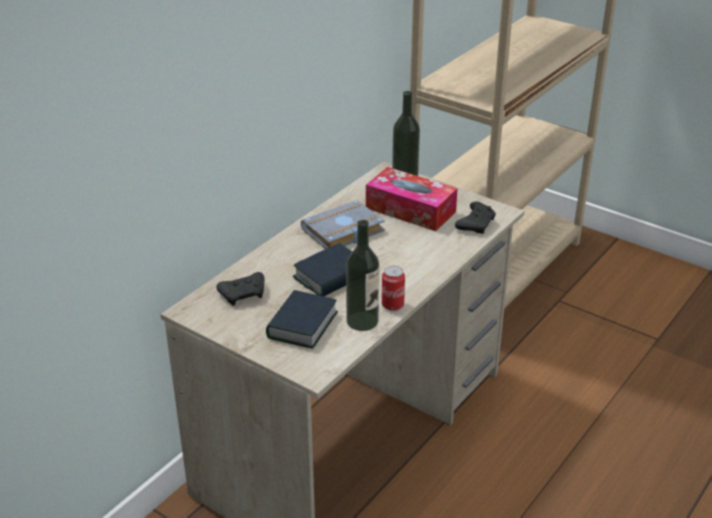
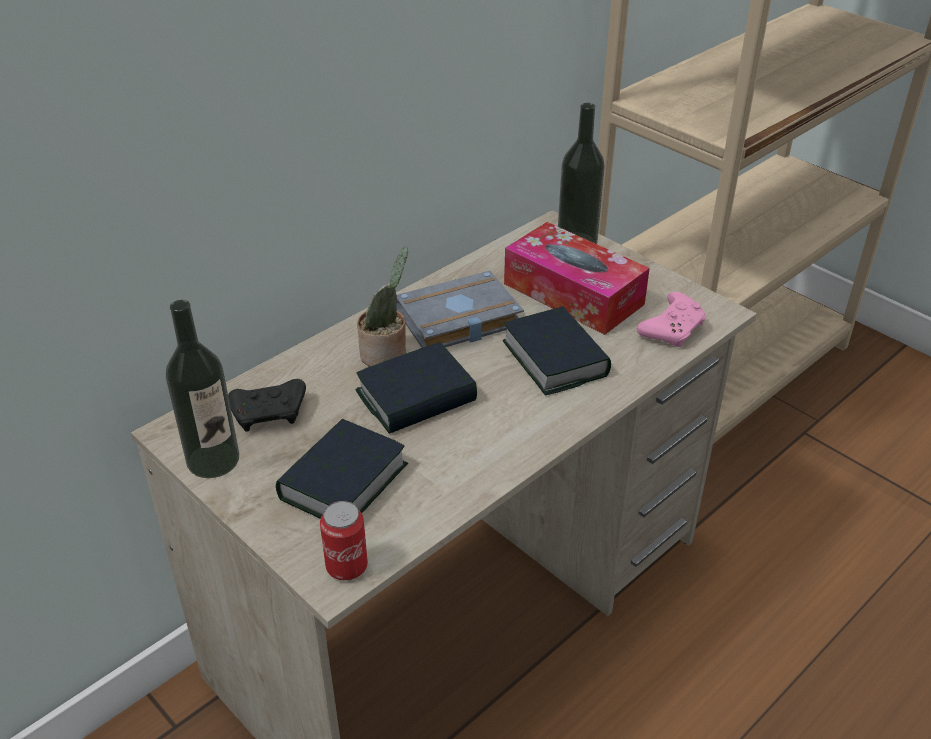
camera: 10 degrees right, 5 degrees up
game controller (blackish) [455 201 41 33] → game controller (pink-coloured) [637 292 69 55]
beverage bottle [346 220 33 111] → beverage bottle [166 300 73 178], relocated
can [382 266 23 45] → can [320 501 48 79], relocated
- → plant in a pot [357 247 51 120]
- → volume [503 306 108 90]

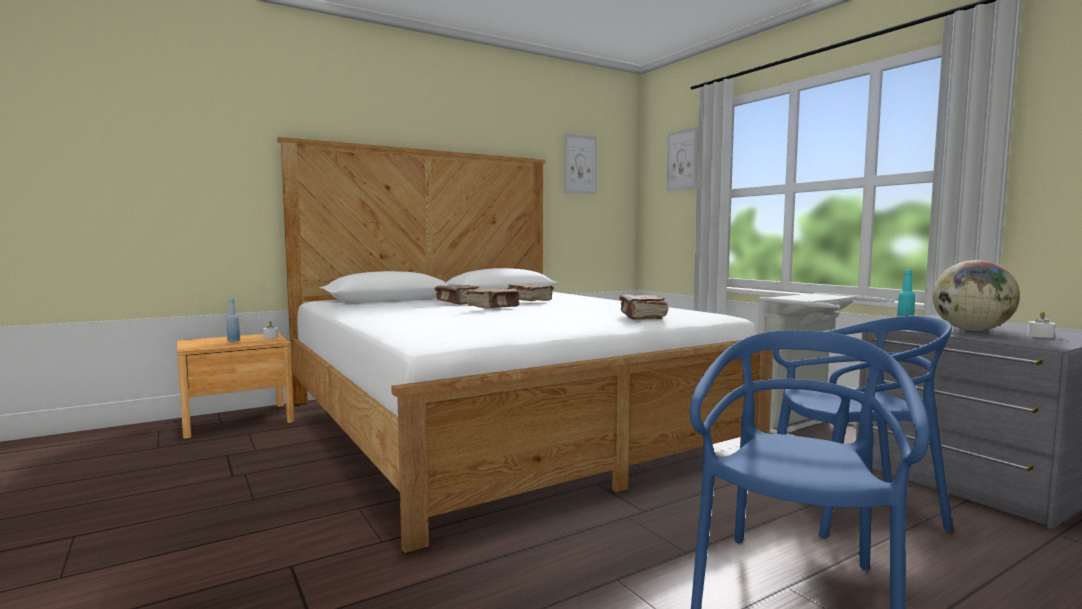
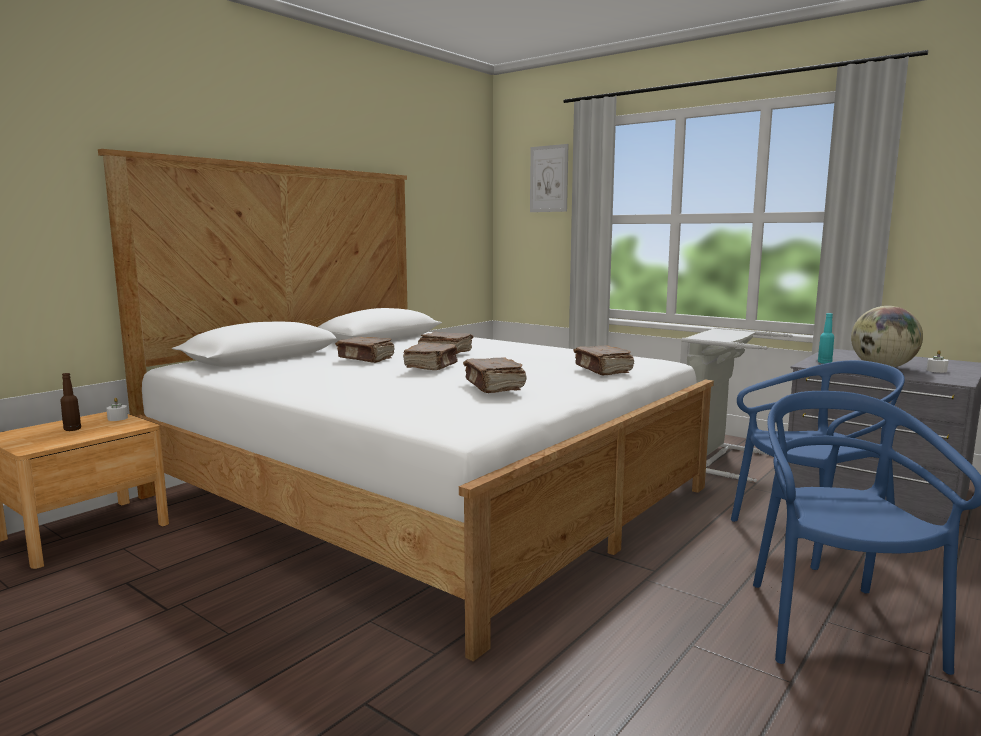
camera: 20 degrees left, 5 degrees up
picture [564 133 33 62] → -
beverage bottle (blue) [226 298 14 44] → beverage bottle (brown-coloured) [60 373 21 58]
- → volume (brown-coloured) [463 357 64 36]

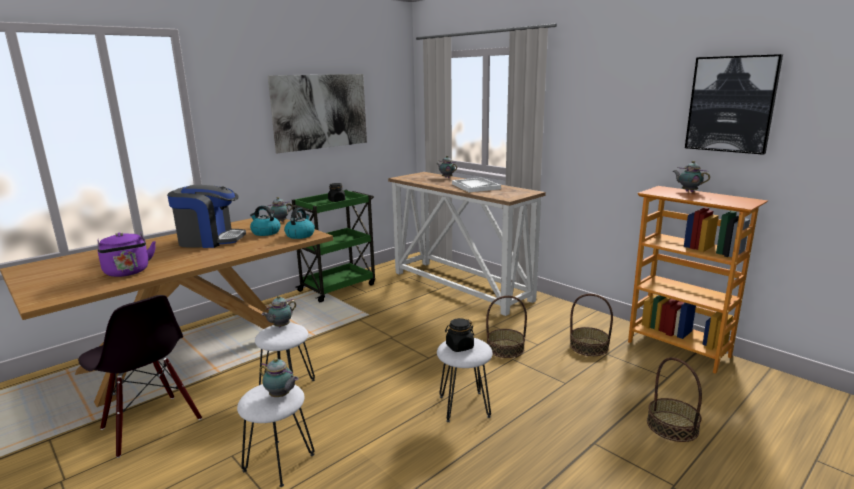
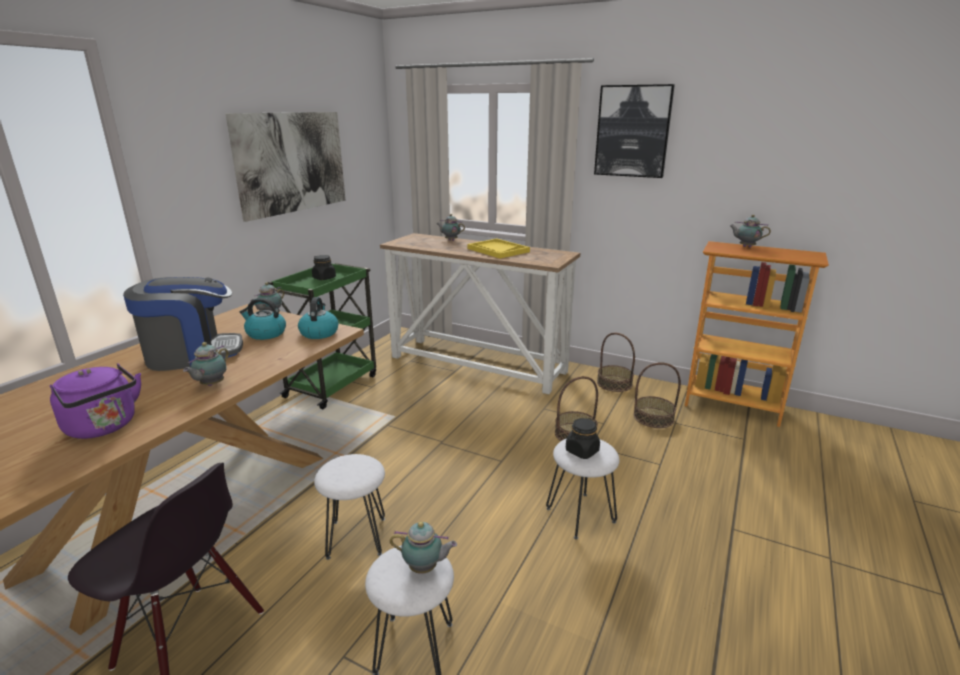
camera: 20 degrees left, 5 degrees up
picture [685 54 98 101] → picture [594 84 81 94], relocated
serving tray (whitish) [452 178 49 14] → serving tray (yellow-coloured) [467 239 63 20]
tea pot [261 296 35 31] → tea pot [183 342 46 44], relocated
storage basket [647 357 55 85] → storage basket [597 333 38 59], relocated

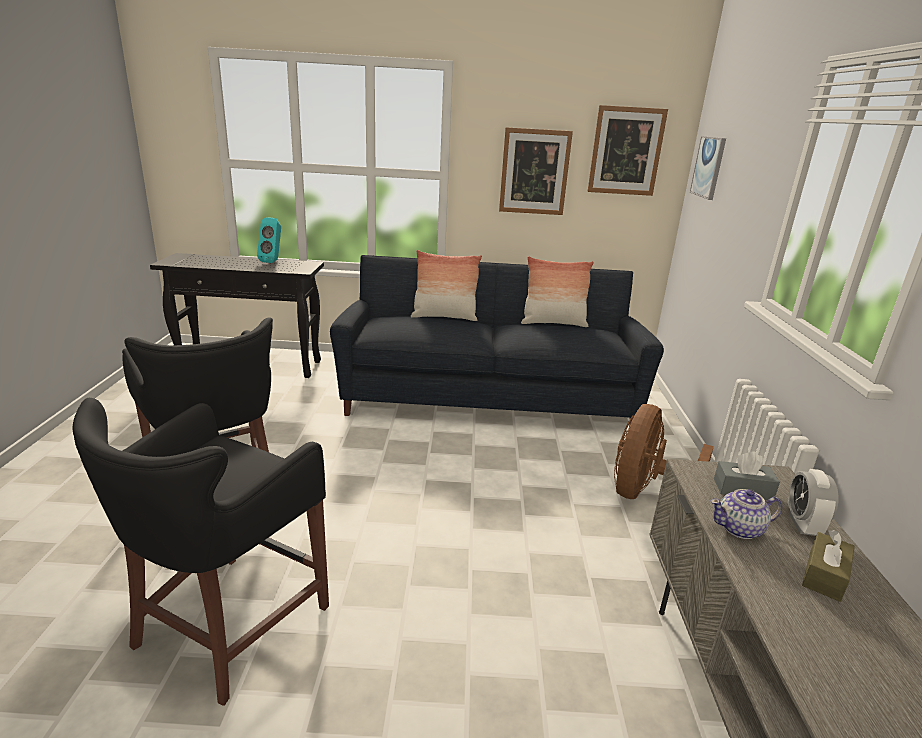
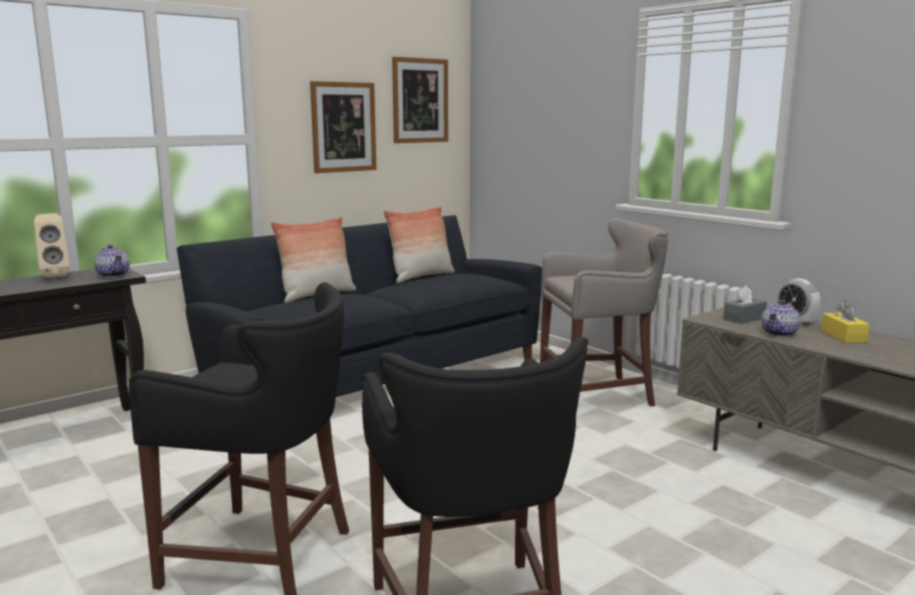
camera: 40 degrees left, 10 degrees down
picture [690 136 36 64] → -
audio speaker (blue-green) [257 218 24 45] → audio speaker (sand-coloured) [34 214 36 64]
fan (brown-coloured) [614 404 100 95] → sitting stool (grey) [540 218 128 188]
box of tissues (brown-coloured) [802 530 53 72] → box of tissues (yellow-coloured) [821 301 49 42]
- → tea pot [94 244 36 33]

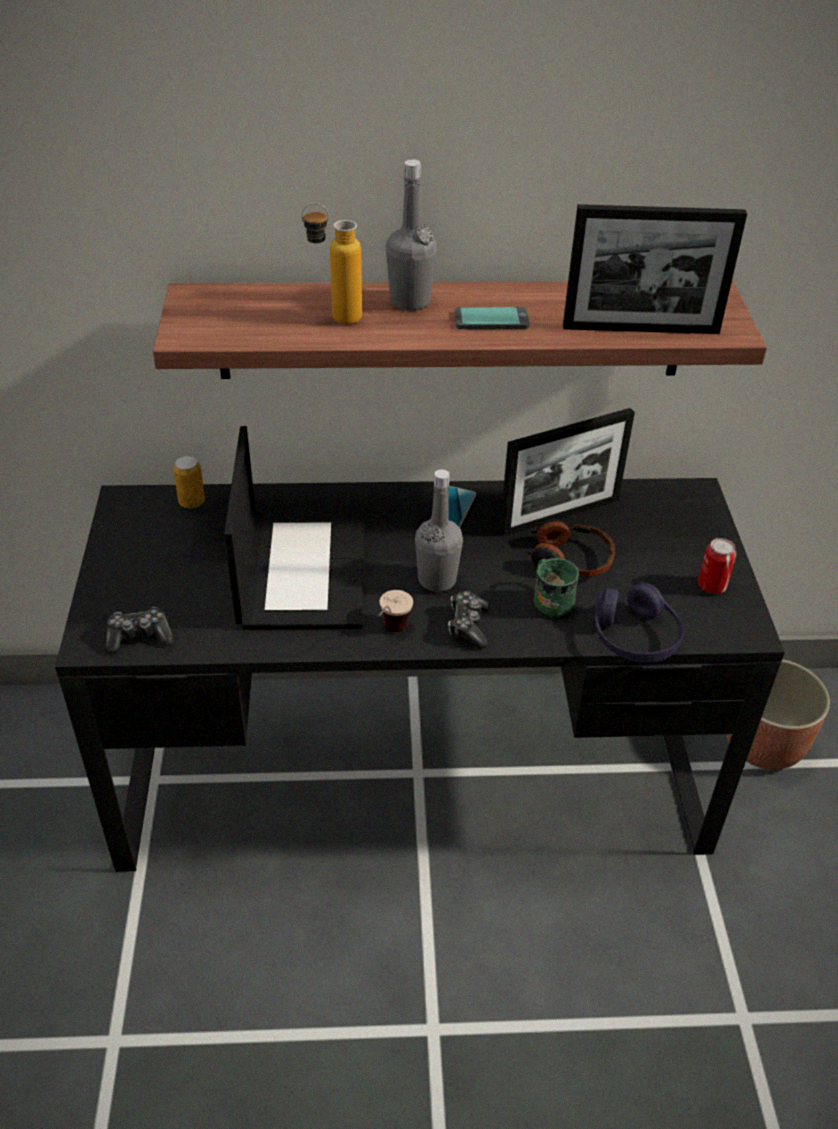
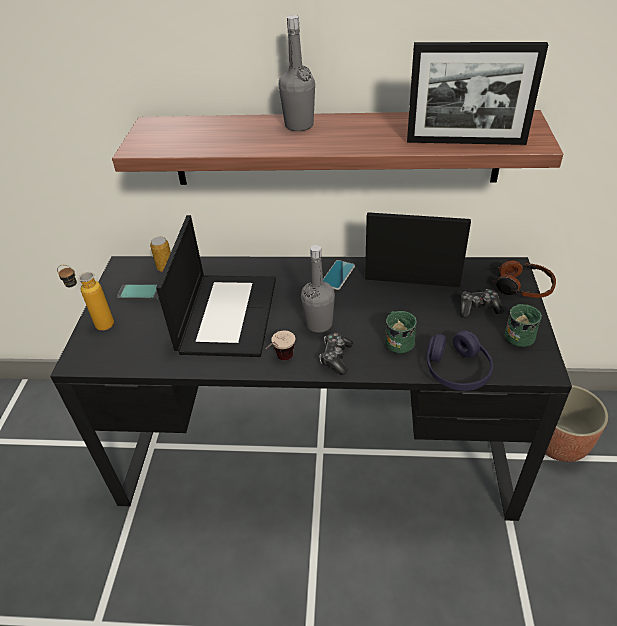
camera: 10 degrees right, 0 degrees up
beverage bottle [301 203 61 122] → beverage bottle [57 265 57 66], relocated
telephone [454 307 76 22] → telephone [117 284 42 16], relocated
standing frame [500 408 135 128] → standing frame [365 212 106 75], 150 degrees counterclockwise
pair of headphones [524 519 91 58] → pair of headphones [492 259 64 39], relocated
can [698 538 38 56] → mug (greenish) [505 304 37 43]
game controller [105 607 69 47] → game controller [460 289 44 29], relocated

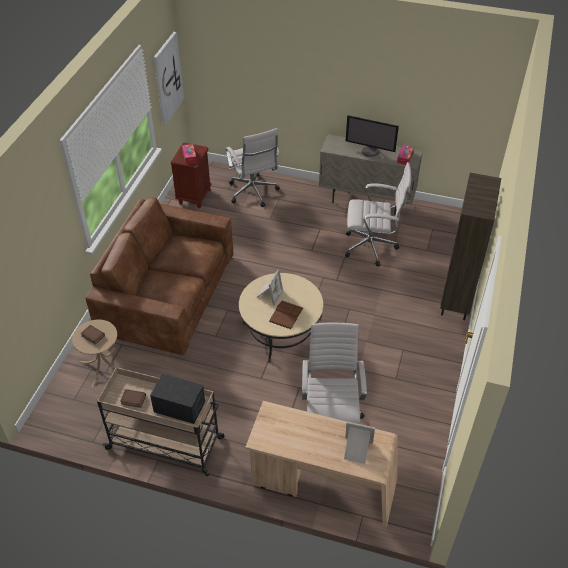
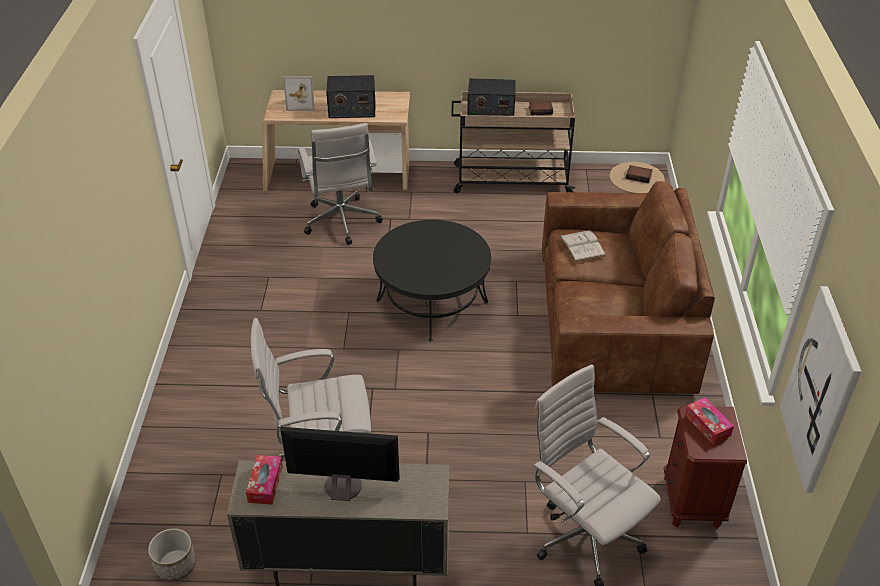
camera: 165 degrees right, 5 degrees down
shelving unit (brown-coloured) [440 173 61 147] → -
standing frame [256 269 27 36] → -
low table (sand-coloured) [239 273 84 90] → low table (blackish) [373 220 118 121]
volume (brown-coloured) [269 301 34 28] → -
- → radio receiver [326 75 49 43]
- → volume (whitish) [560 230 46 32]
- → planter [148 528 48 54]

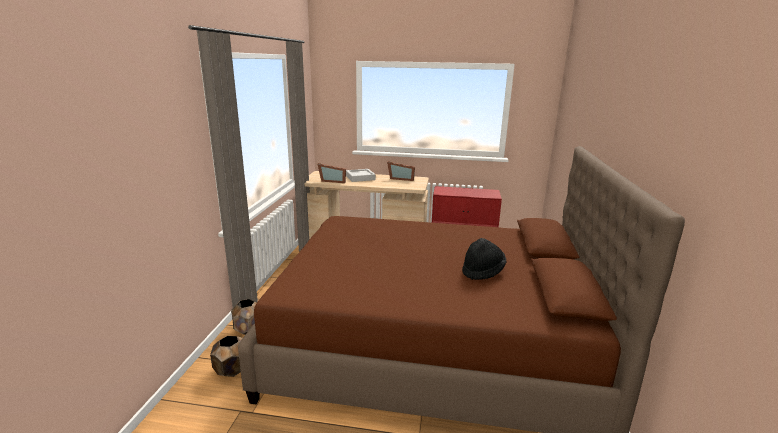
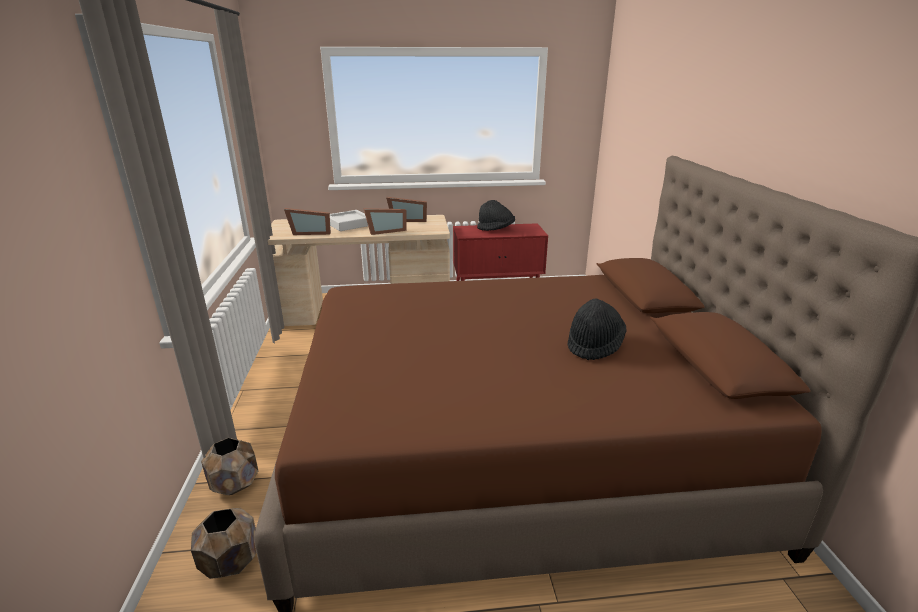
camera: 15 degrees left, 5 degrees up
- → hat (blackish) [477 200 38 31]
- → standing frame [363 208 44 27]

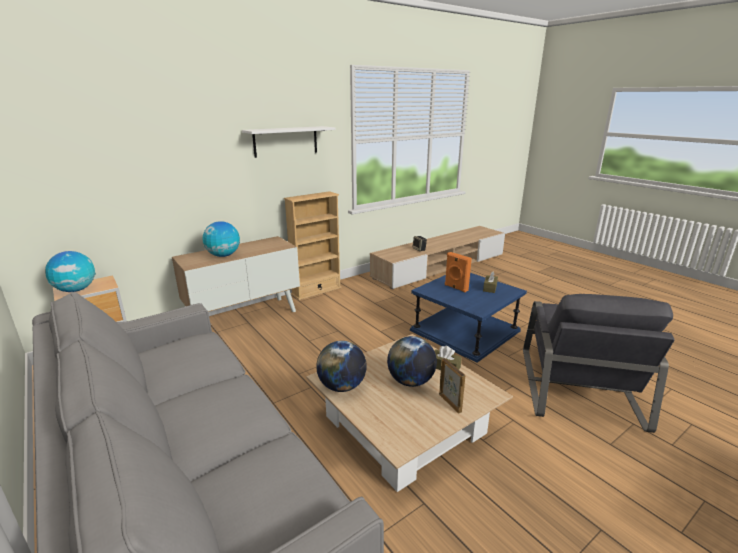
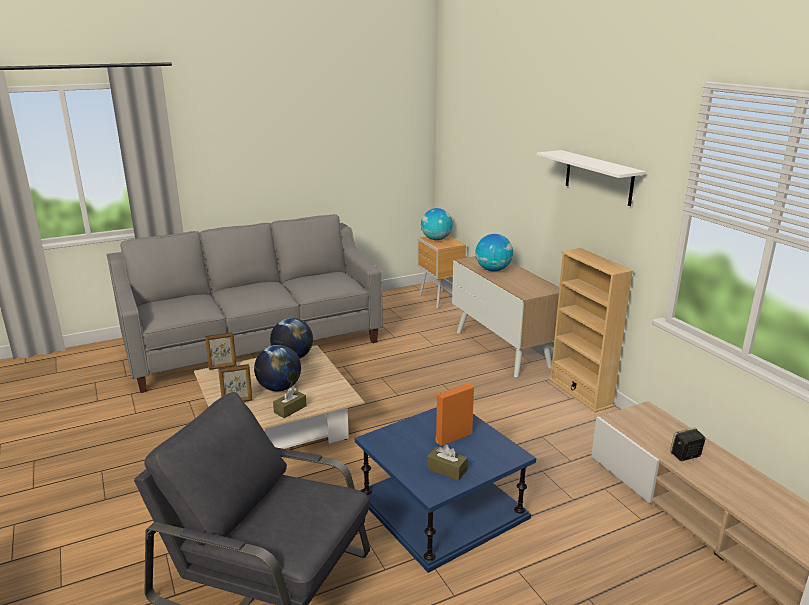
camera: 100 degrees right, 0 degrees up
- → standing frame [205 332 32 38]

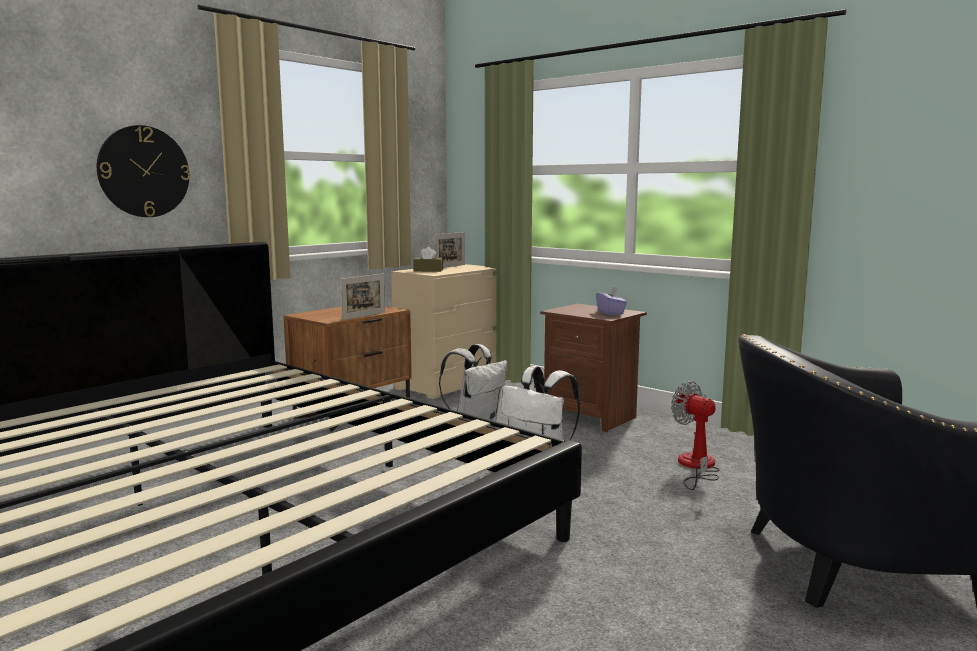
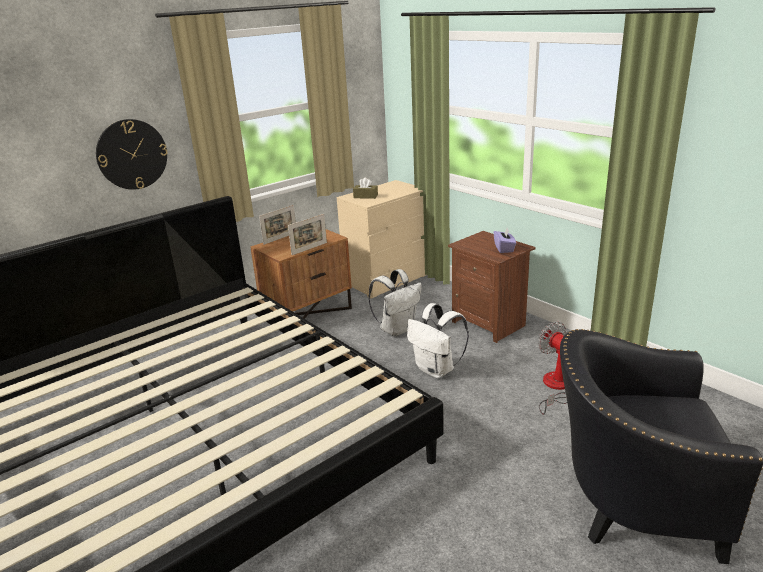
camera: 10 degrees right, 15 degrees up
standing frame [435 232 30 36] → standing frame [259 205 37 40], relocated

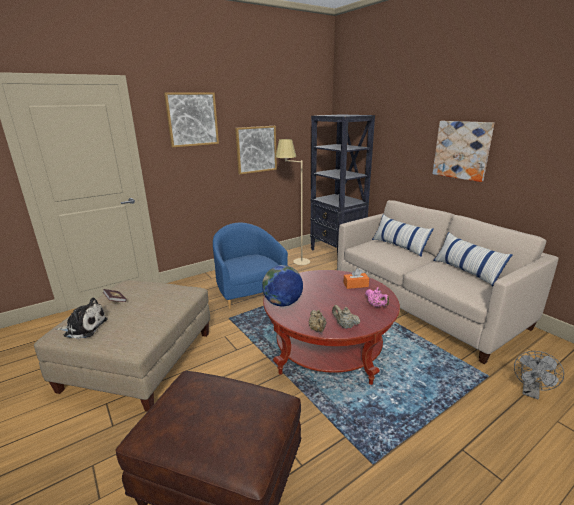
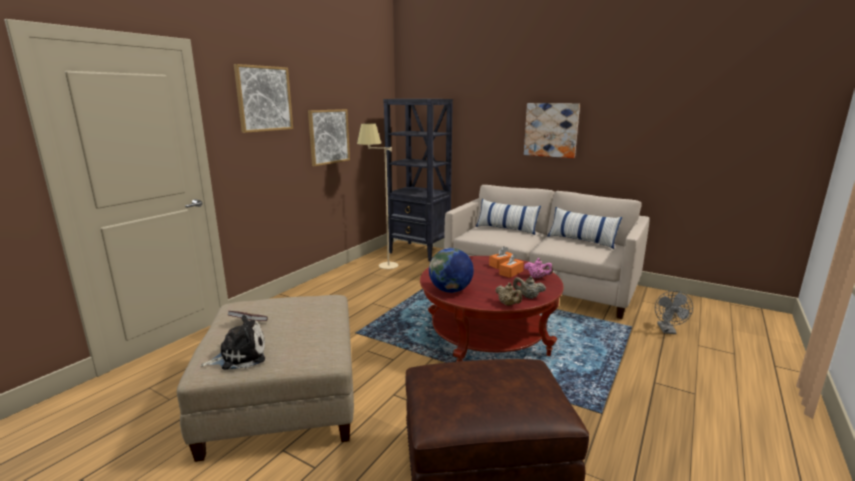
camera: 25 degrees left, 5 degrees down
easy chair (blue) [213 223 75 86] → -
- → box of tissues (orangey) [499 253 25 25]

